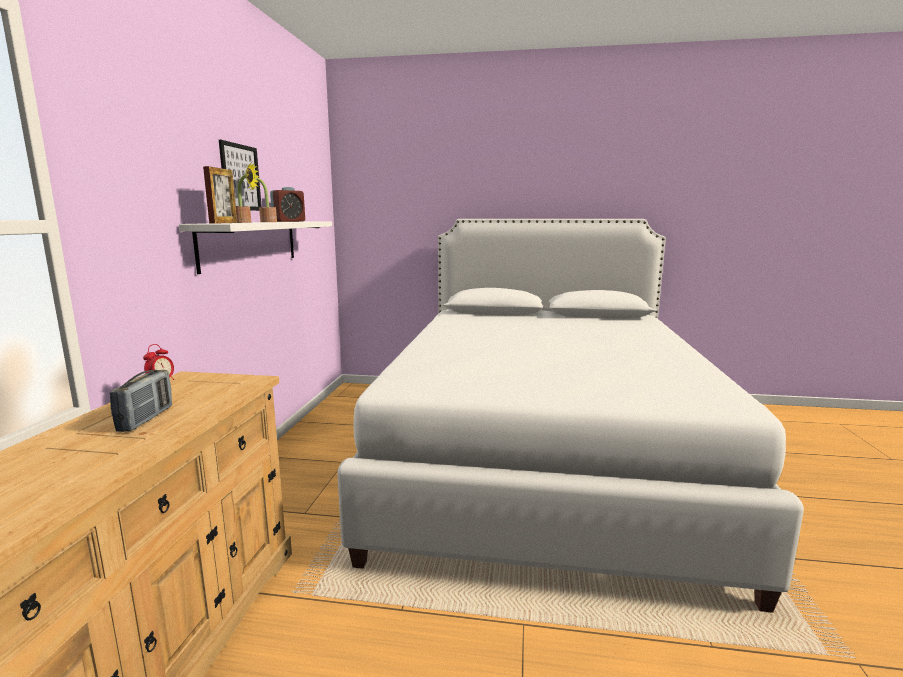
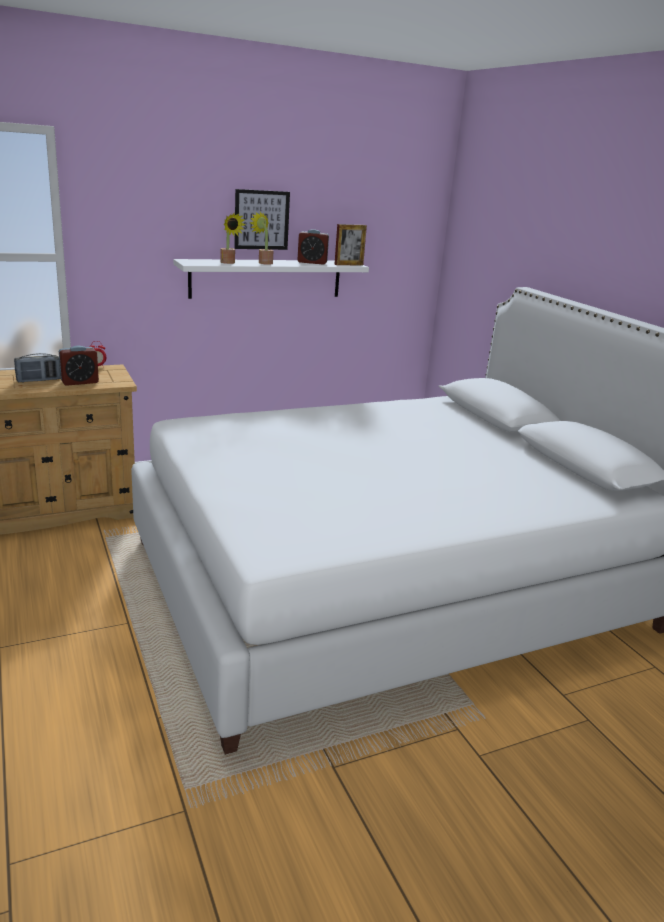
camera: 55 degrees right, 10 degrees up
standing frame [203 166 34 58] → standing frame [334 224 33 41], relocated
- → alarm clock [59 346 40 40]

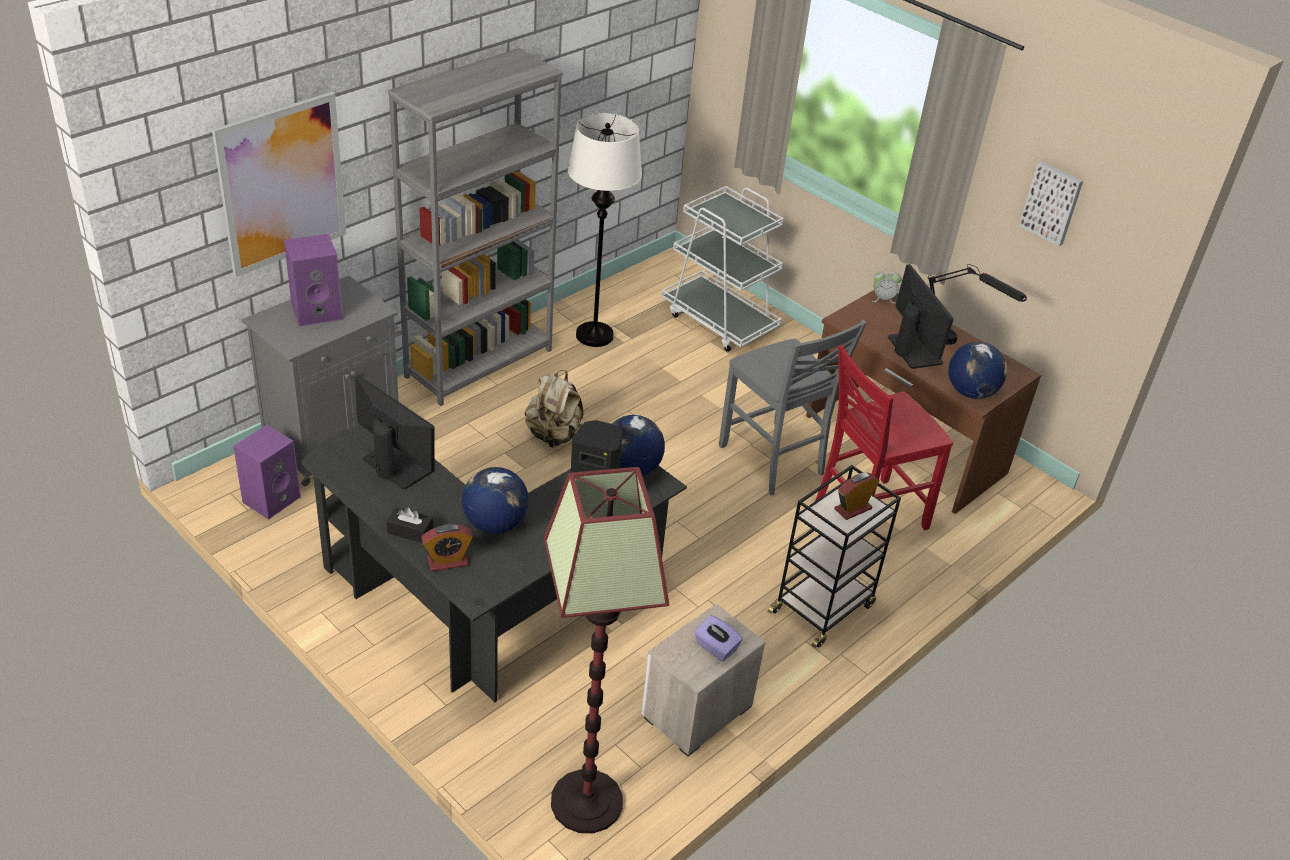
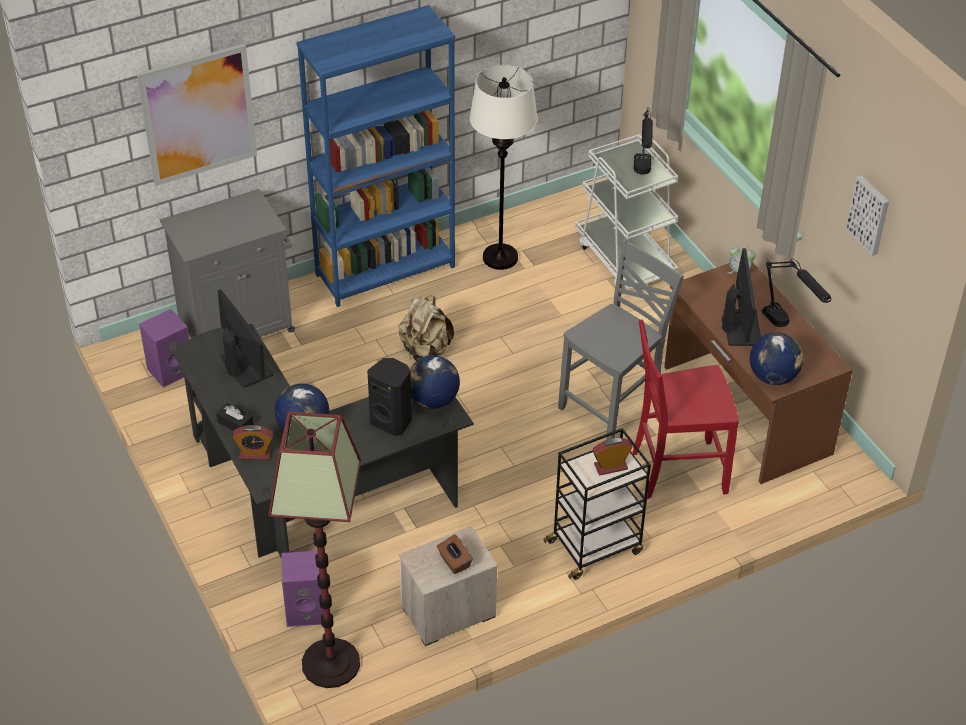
camera: 20 degrees right, 5 degrees up
shelving unit (grey) [388 48 175 358] → shelving unit (blue) [296 5 159 302]
audio speaker (purple) [284 234 59 93] → audio speaker (purple) [281 551 42 76], relocated
plain chair (grey) [719 320 148 176] → plain chair (grey) [558 239 126 201], 120 degrees counterclockwise
box of tissues (purple) [694 615 49 46] → box of tissues (brown-coloured) [437 534 36 40]
- → table lamp (blackish) [634 107 19 67]

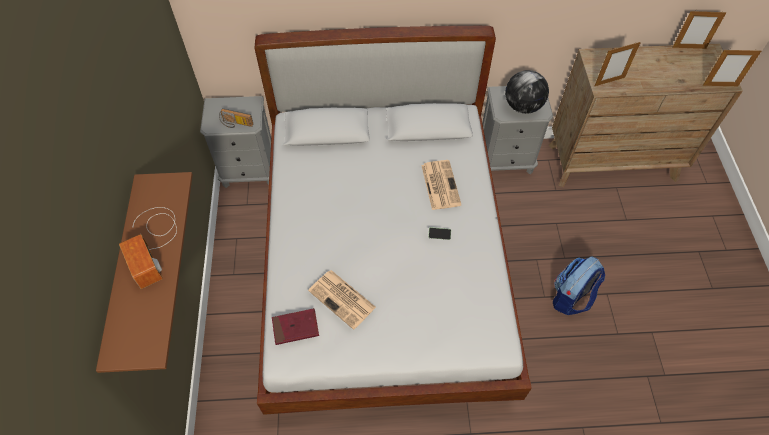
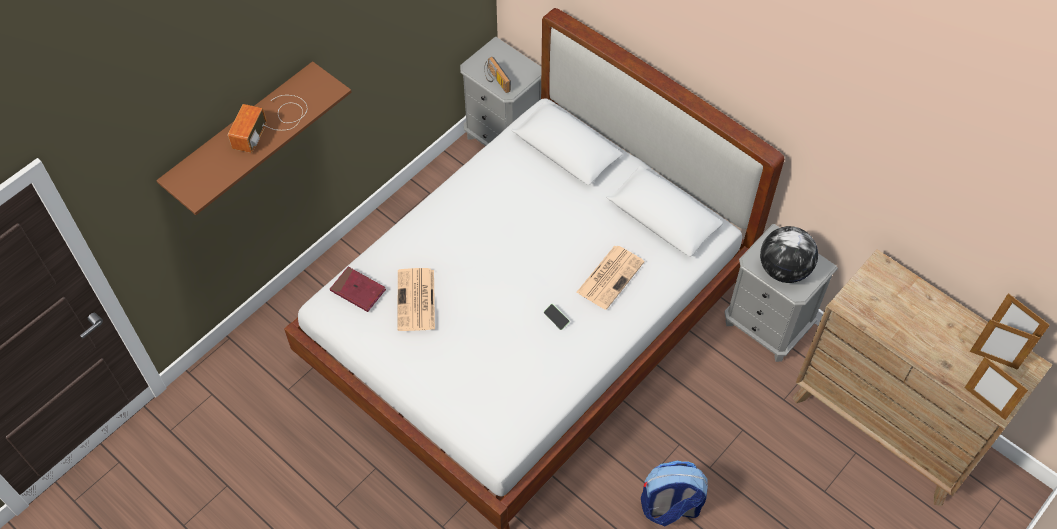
camera: 45 degrees right, 0 degrees up
standing frame [595 42 46 44] → standing frame [970 319 70 50], relocated

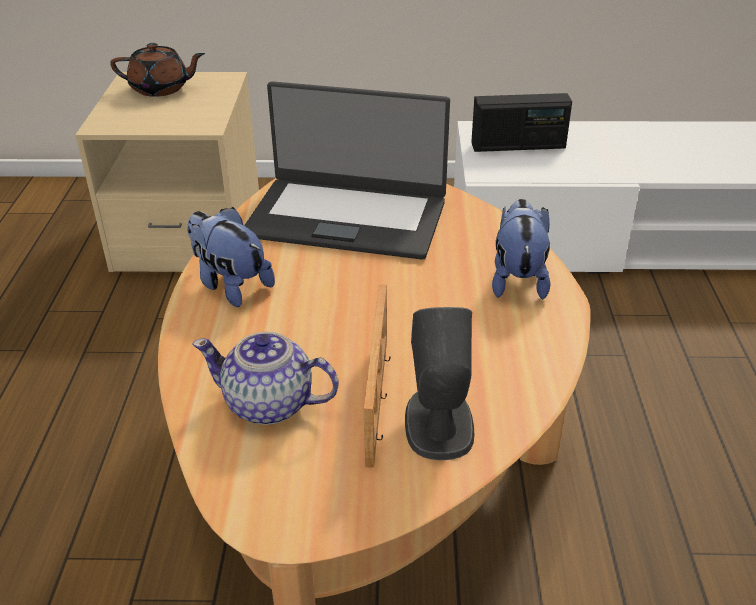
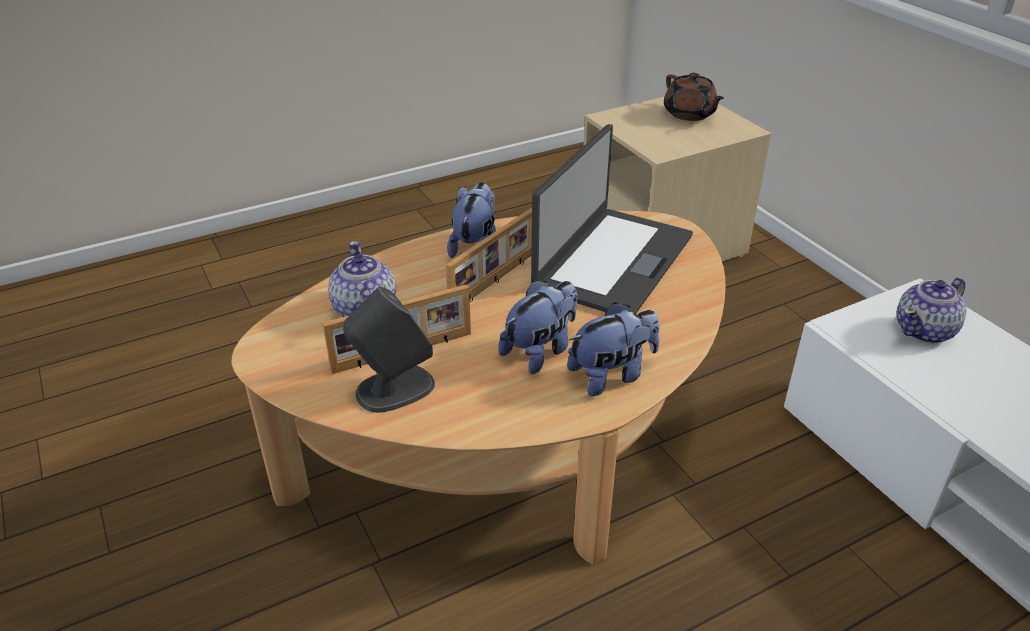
camera: 60 degrees right, 0 degrees up
laptop [244 81 206 179] → laptop [531 124 162 190], 135 degrees counterclockwise
radio receiver [471 93 101 59] → tea pot [897 278 70 66]
- → standing frame [446 208 86 94]
- → cuddly toy [498 280 79 94]

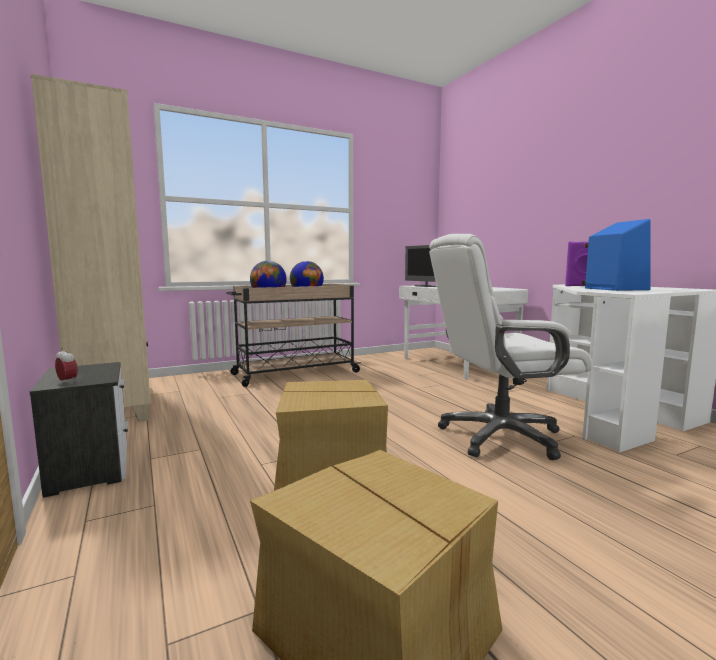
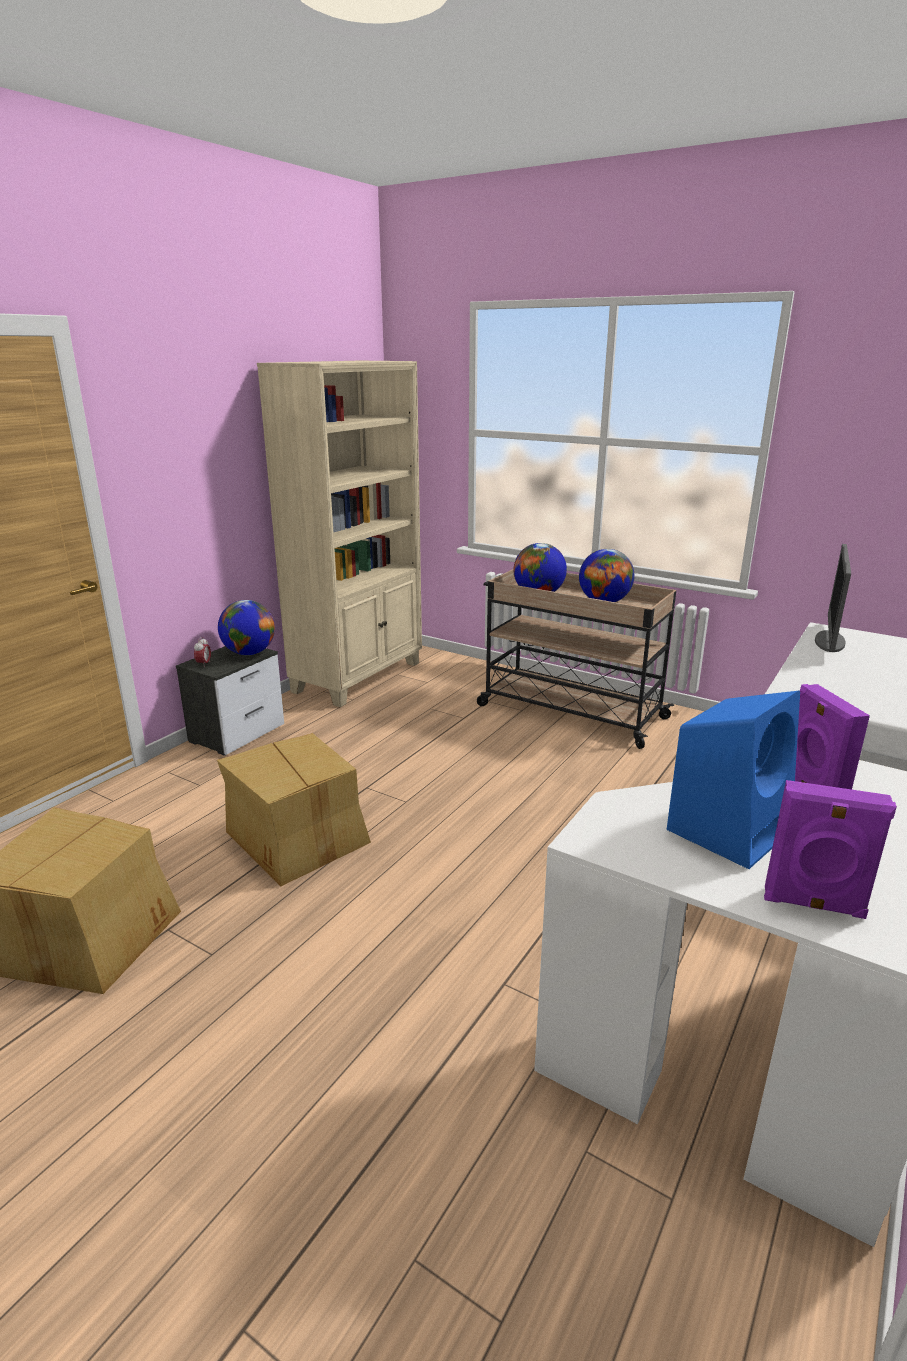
camera: 60 degrees right, 15 degrees up
office chair (whitish) [429 234 164 226] → -
- → desk globe [218 600 57 55]
- → audio speaker (purple) [764 780 133 139]

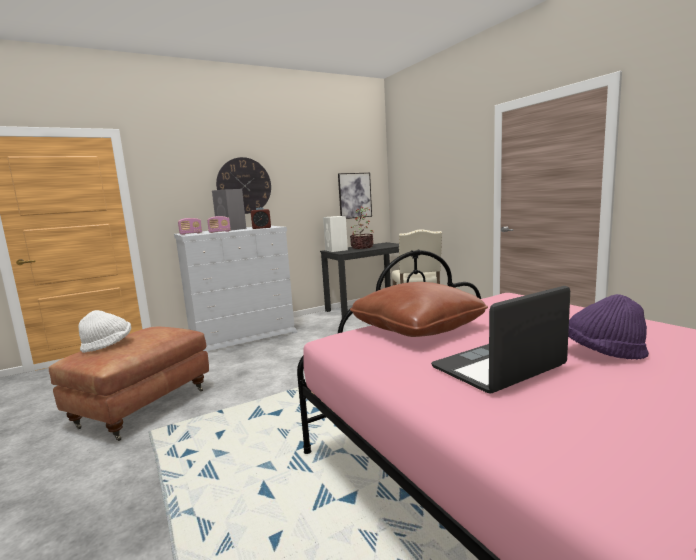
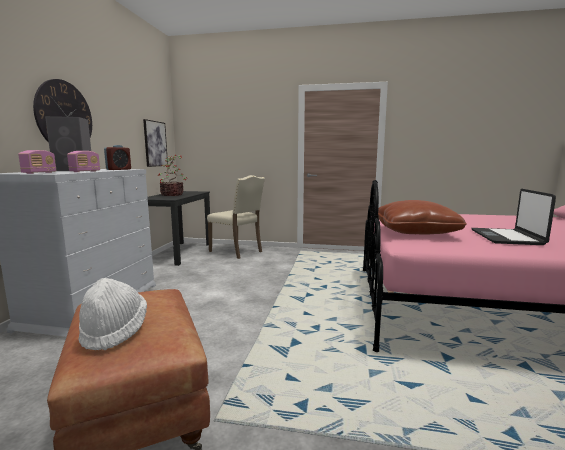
camera: 50 degrees left, 0 degrees up
audio speaker (whitish) [323 216 25 36] → -
hat (purple) [568 294 81 65] → -

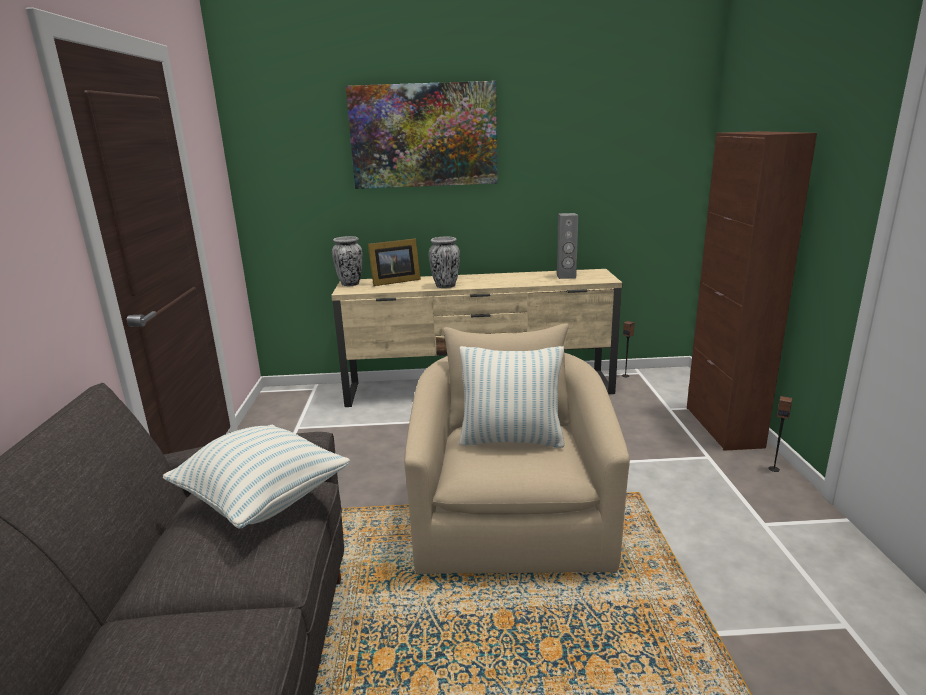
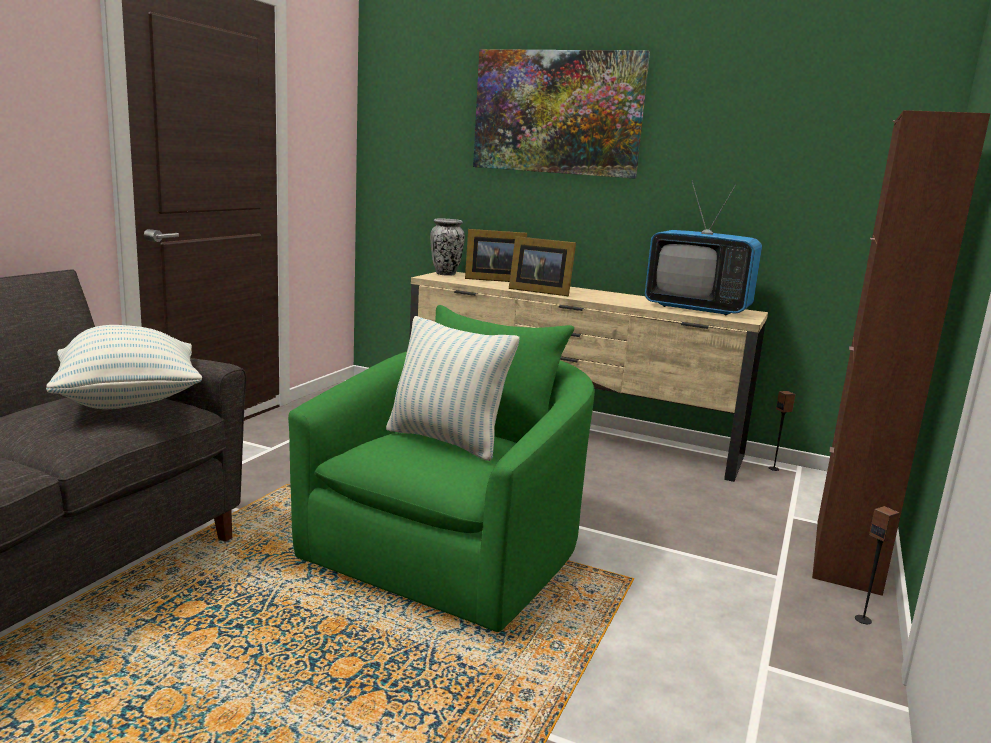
camera: 25 degrees right, 5 degrees down
audio speaker (grey) [557 213 21 66] → TV set [645 181 117 135]
flower vase [429 237 31 51] → standing frame [509 236 67 60]
easy chair (sand-coloured) [404 323 226 251] → easy chair (greenish) [288 305 307 327]

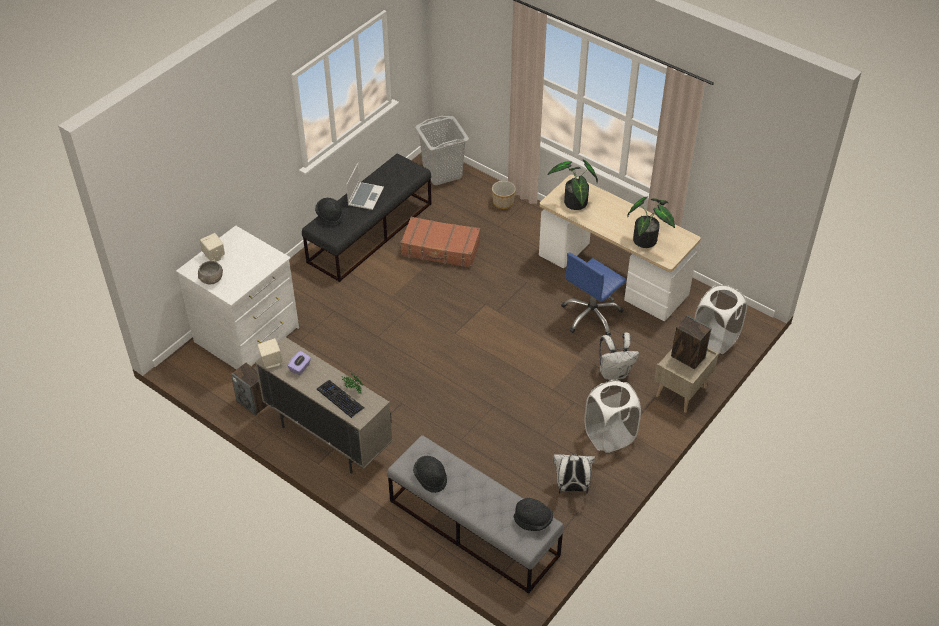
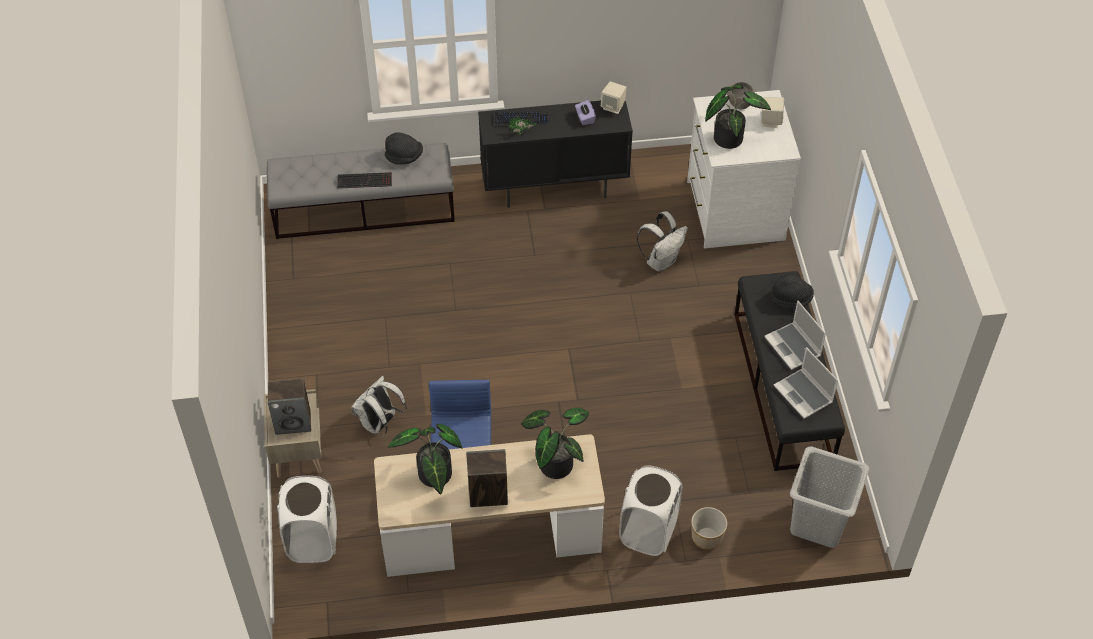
camera: 135 degrees right, 5 degrees up
suitcase (brown-coloured) [400 217 80 51] → -
storage cabinet (sand-coloured) [255 337 138 137] → storage cabinet (blackish) [478 99 155 109]
audio speaker [231 363 37 53] → audio speaker [466 449 42 58], relocated
laundry basket (whitish) [584 380 57 73] → laundry basket (whitish) [619 465 63 91], relocated
rucksack (whitish) [553 454 42 39] → rucksack (whitish) [637 211 51 61], relocated
hat (blackish) [514 498 39 33] → -
- → plant in a pot [705 84 66 65]
- → keyboard [337 172 55 17]
- → laptop [774 347 64 72]

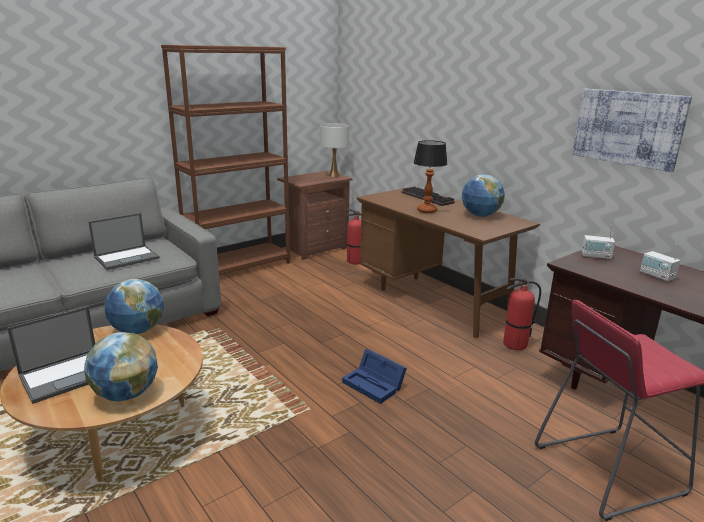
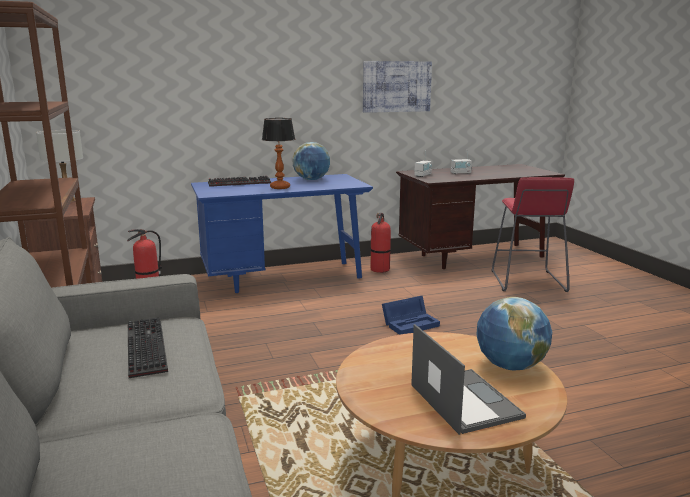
camera: 70 degrees left, 5 degrees down
desk (brown-coloured) [357 187 183 151] → desk (blue) [191 174 182 119]
laptop [88 213 72 57] → keyboard [128 318 40 60]
desk globe [104 279 60 55] → -

